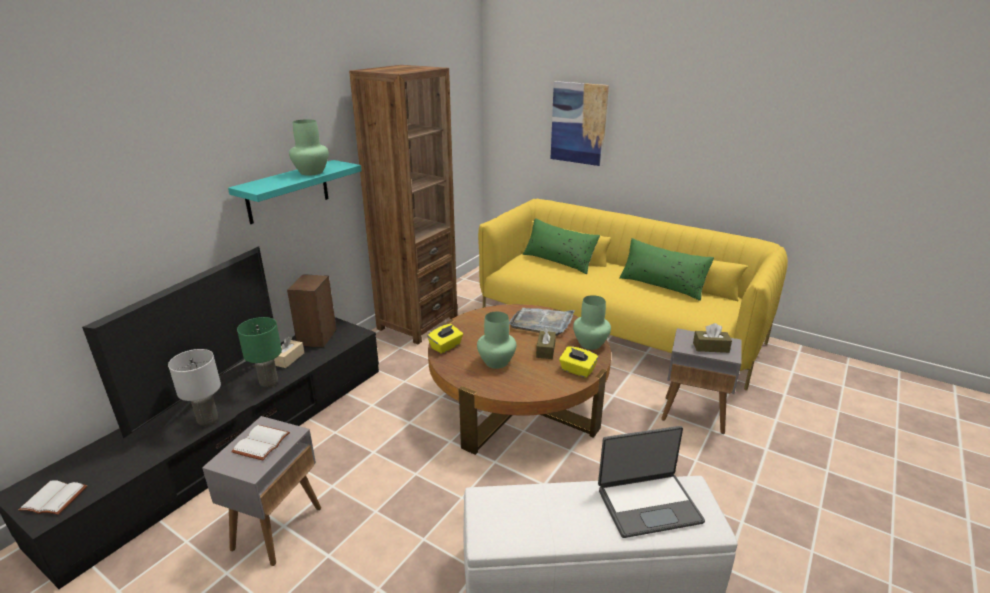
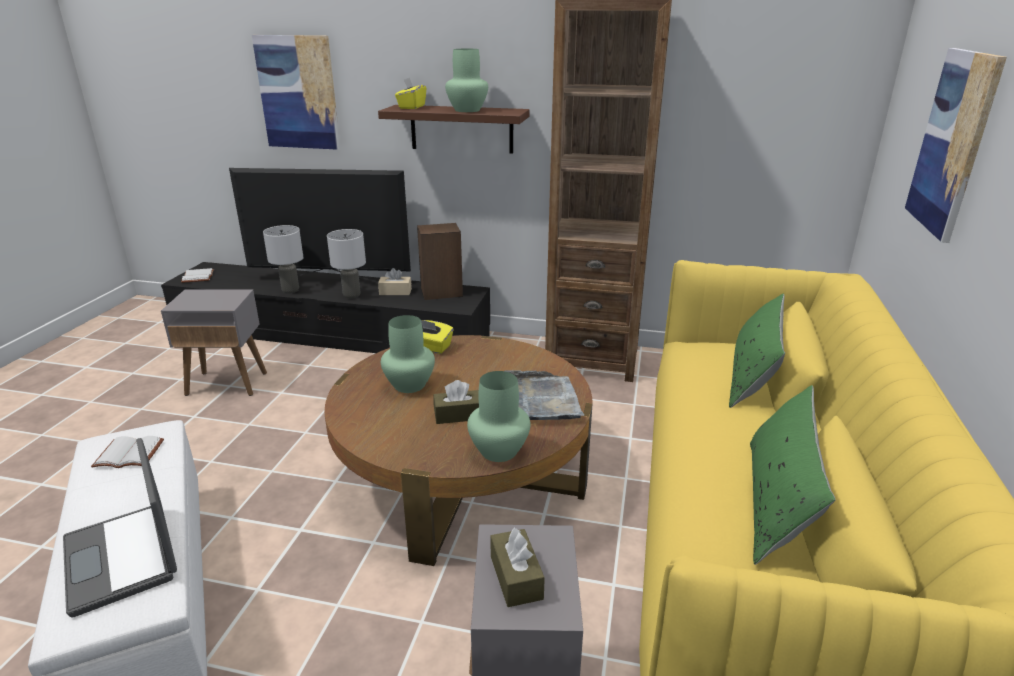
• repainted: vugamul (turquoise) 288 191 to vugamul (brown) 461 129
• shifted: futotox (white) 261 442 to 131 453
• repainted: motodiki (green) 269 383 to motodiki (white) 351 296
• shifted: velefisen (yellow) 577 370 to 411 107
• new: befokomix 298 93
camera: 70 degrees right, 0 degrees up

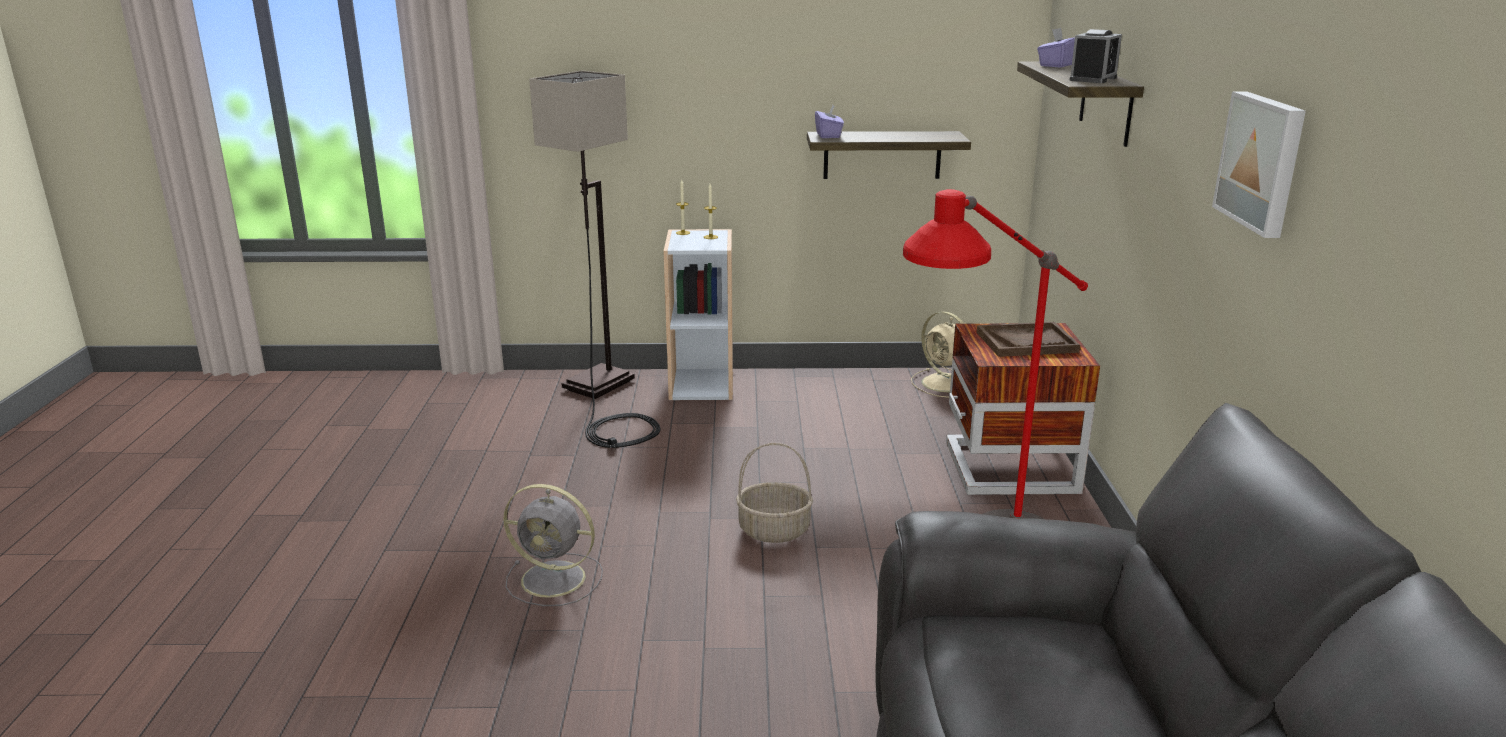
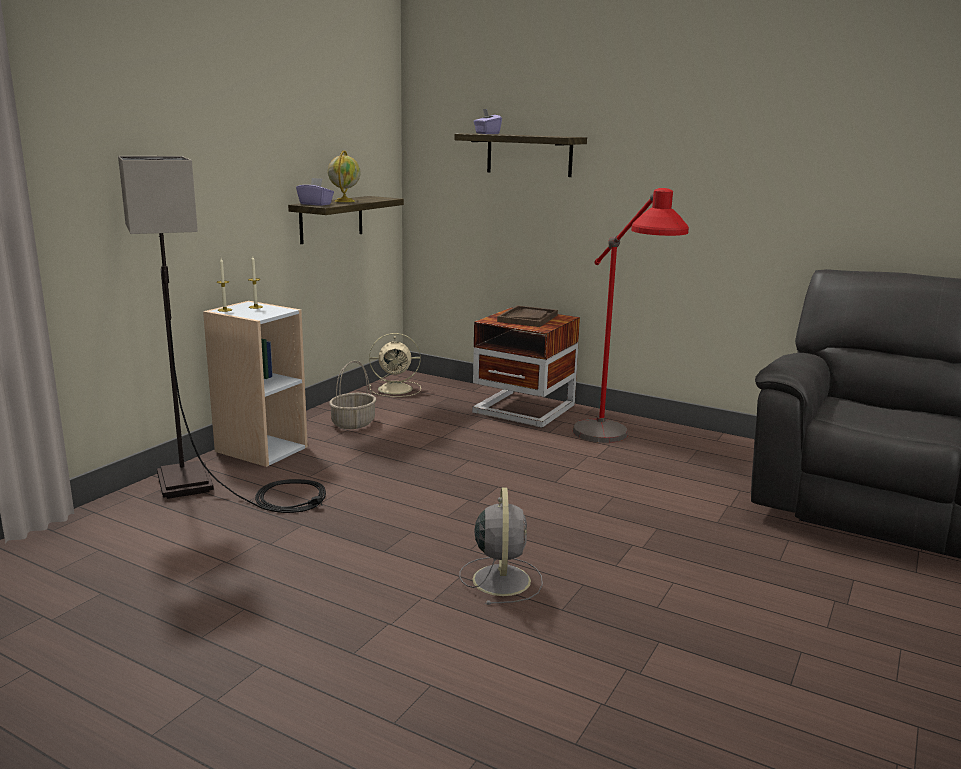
• rotated: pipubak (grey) 556 579 = 501 579 45 degrees counterclockwise
• shifted: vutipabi 773 531 to 353 423
• gone: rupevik 1093 79
• gone: befokomix 1262 162
• new: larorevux 344 201
camera: 60 degrees left, 5 degrees down

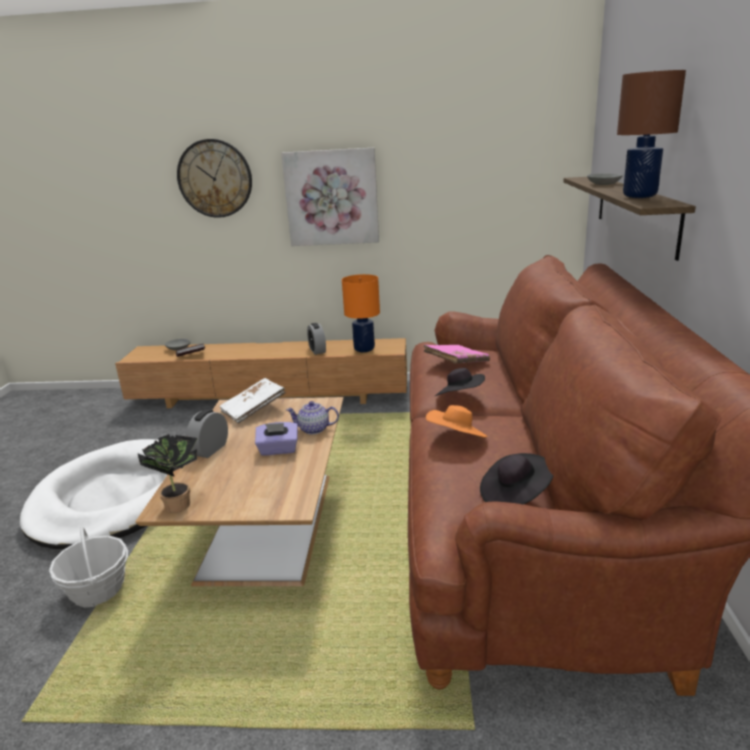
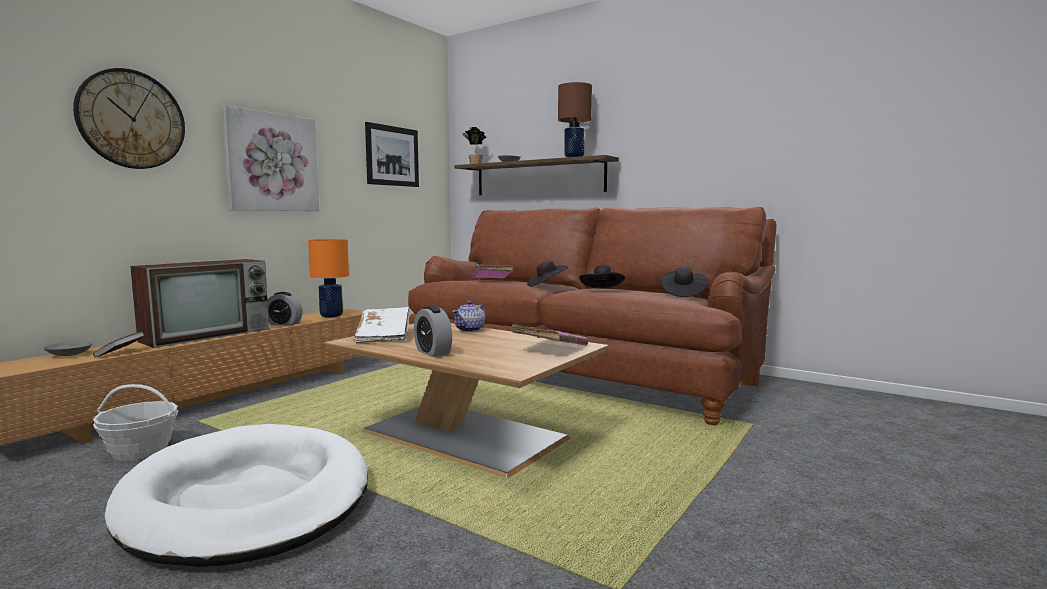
• shifted: vutipabi 98 590 to 140 451
• shifted: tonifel 179 503 to 474 164
• gone: velefisen (purple) 278 450
• repainted: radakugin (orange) 457 439 to radakugin (black) 602 291
• new: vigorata 209 335
• new: befokomix 392 156
• new: futotox (pink) 550 348
camera: 60 degrees left, 15 degrees down

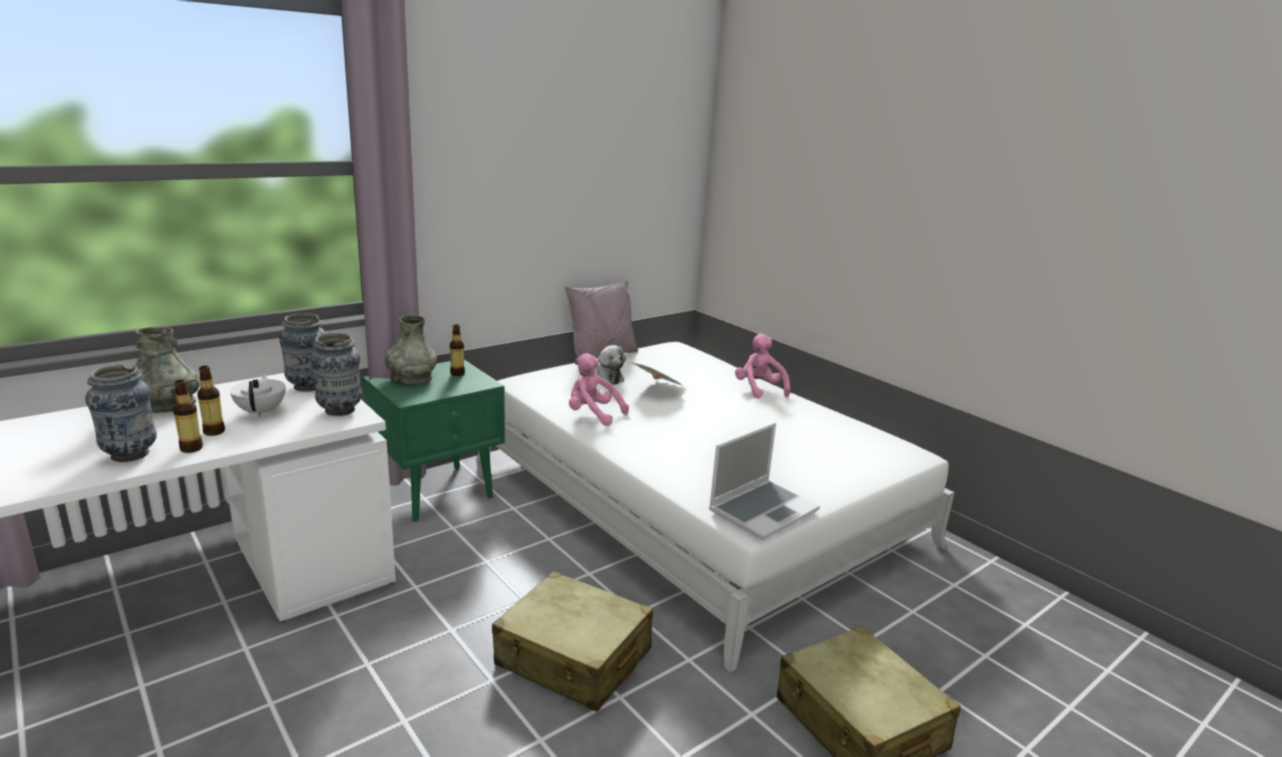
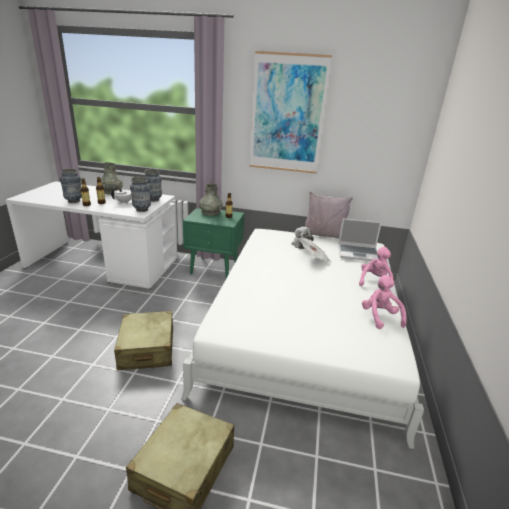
• shifted: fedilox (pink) 592 415 to 380 317
• shifted: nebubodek 763 510 to 358 253
• new: befokomix 287 115
camera: 50 degrees right, 5 degrees up

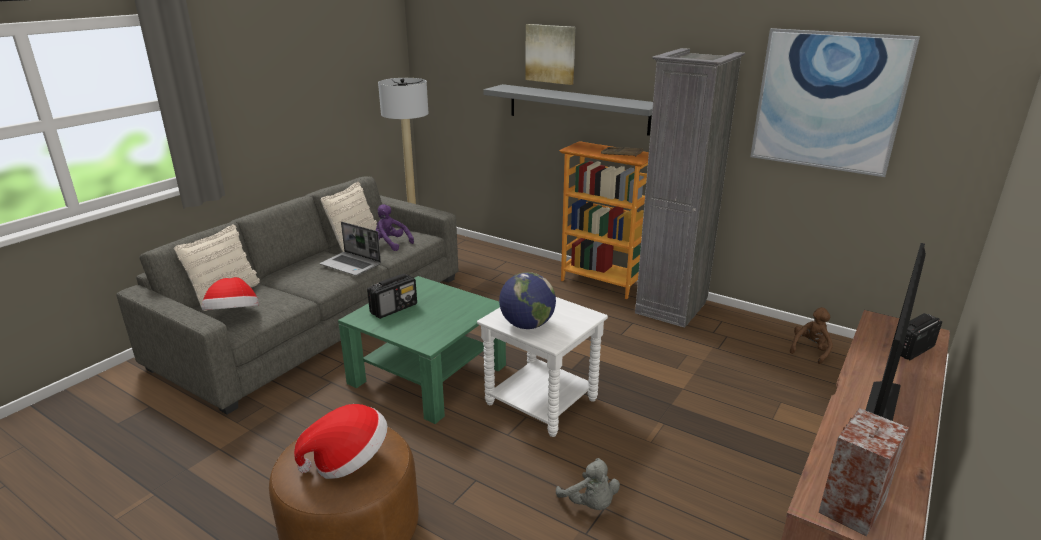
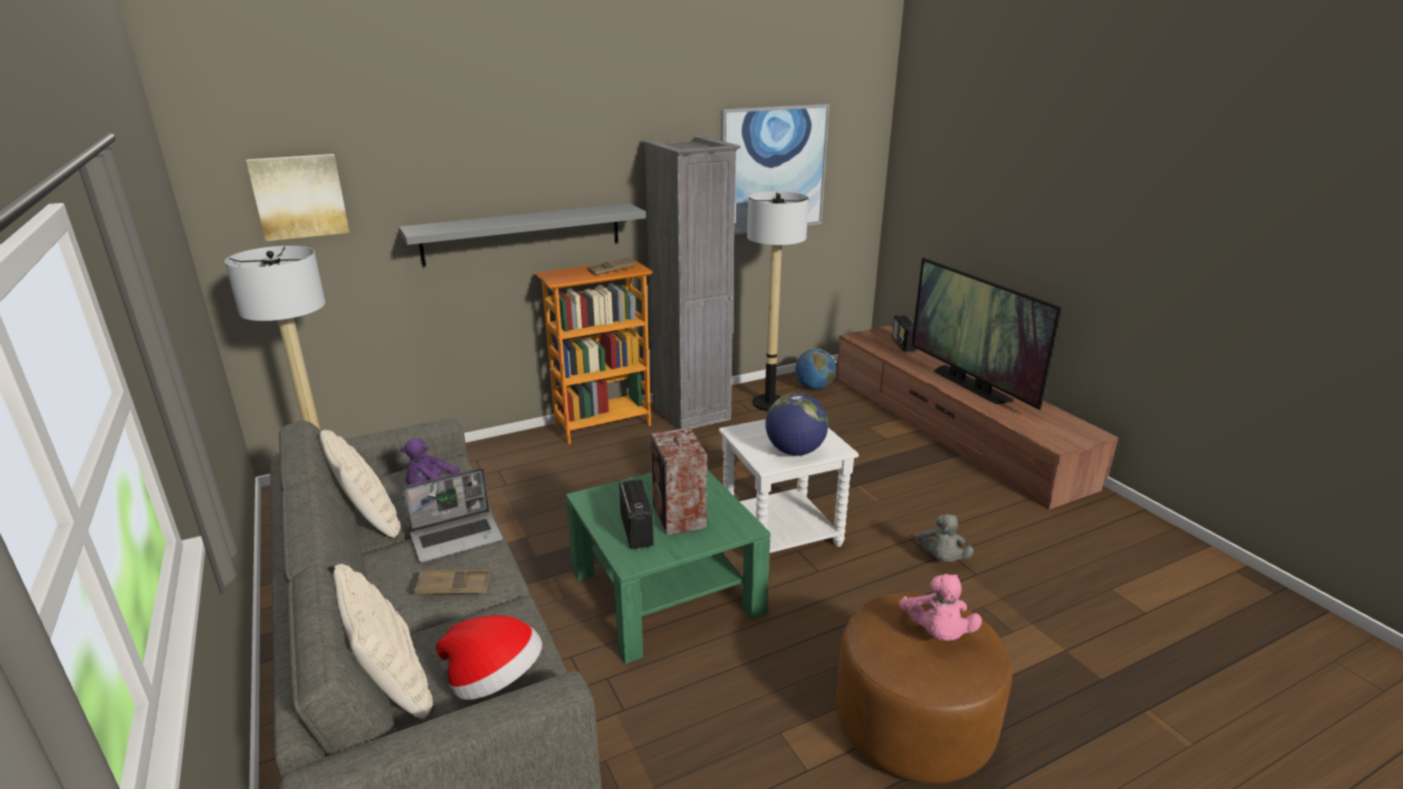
• swapped: radakugin 348 460 to fedilox (pink) 937 633
• shifted: befokomix 550 54 to 299 196
• rotated: fedilox (grey) 590 504 = 942 559 105 degrees clockwise
• swapped: fedilox (brown) 810 350 to larorevux 814 387
• shifted: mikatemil 850 507 to 678 518
• new: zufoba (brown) 454 587
• new: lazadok 769 403
camera: 60 degrees left, 0 degrees up

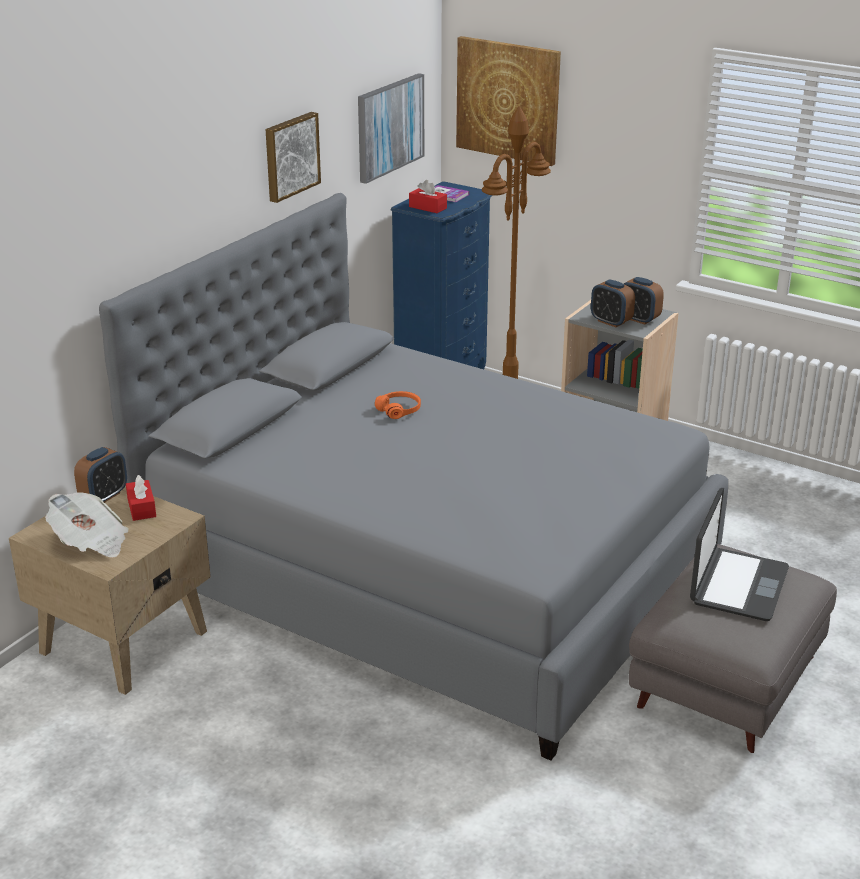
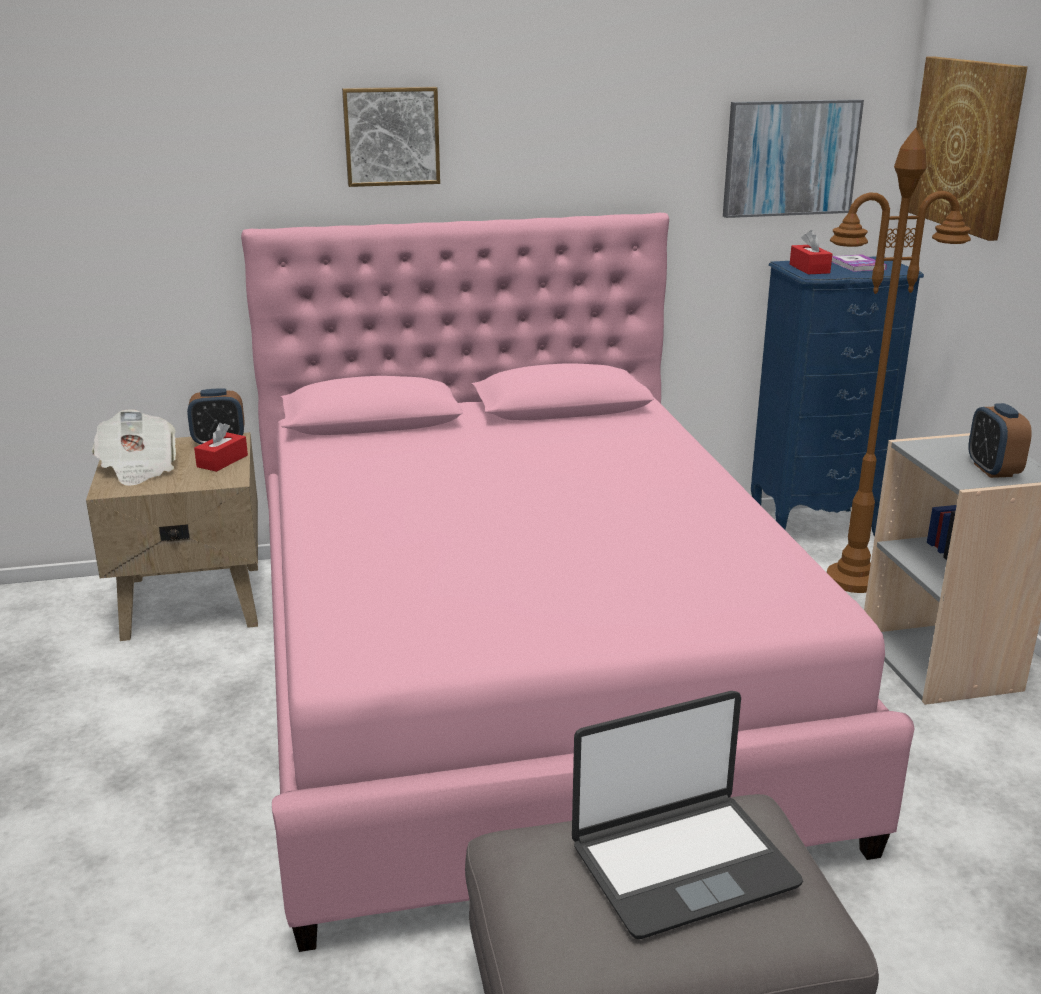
• repainted: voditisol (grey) 429 571 to voditisol (pink) 520 680
• shifted: befokomix 290 156 to 391 136
• gone: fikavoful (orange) 399 410
• gone: rupevik 611 322
camera: 45 degrees right, 5 degrees down

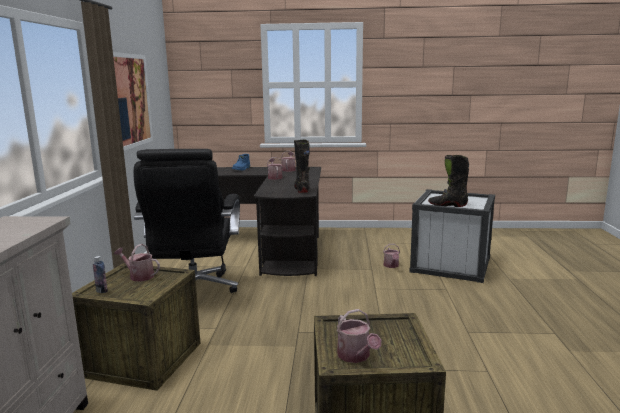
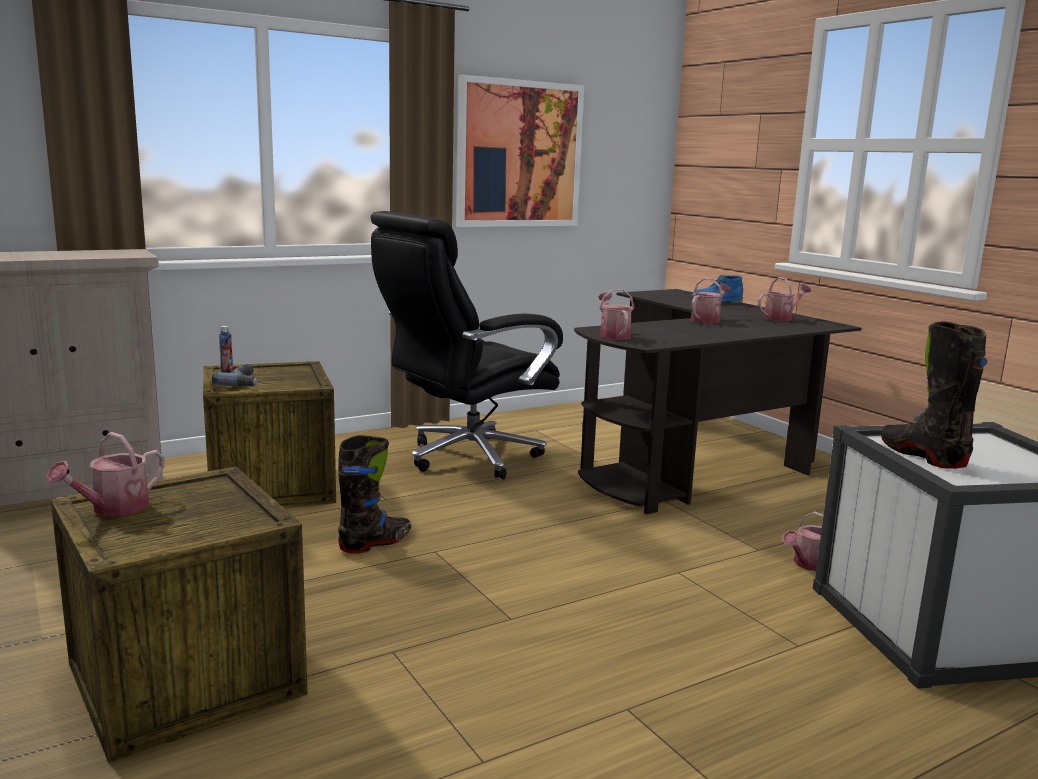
• shifted: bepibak 139 276 to 613 335
• shifted: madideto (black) 301 190 to 375 543
• new: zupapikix 245 382
camera: 55 degrees right, 0 degrees up

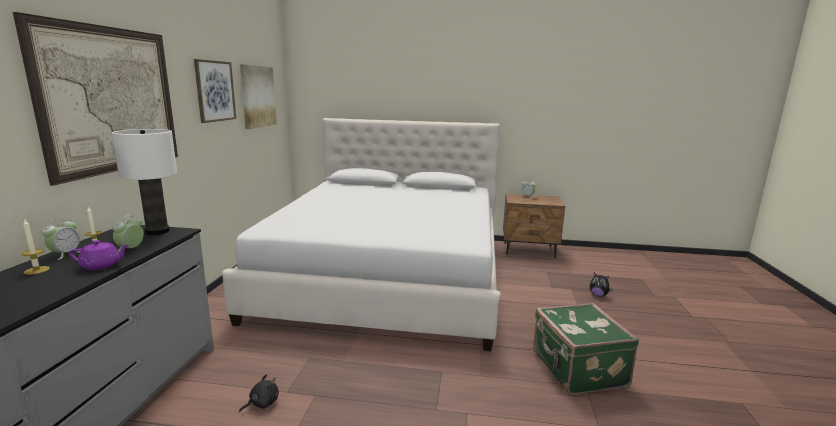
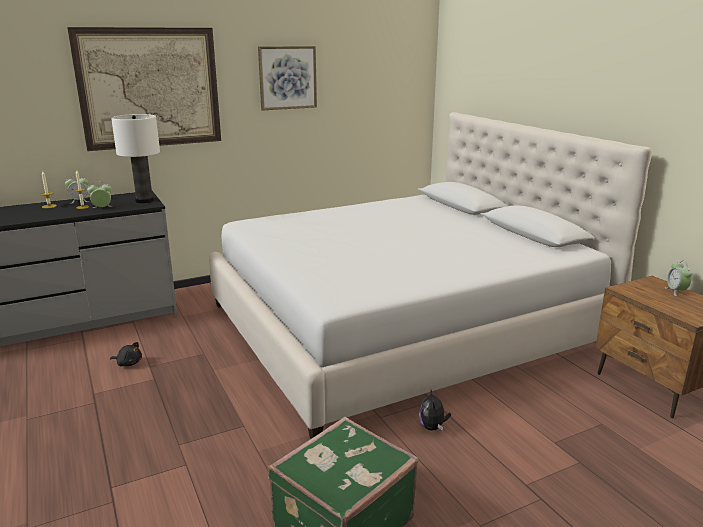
• gone: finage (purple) 102 265
• gone: befokomix 258 96
• shifted: fedilox 598 295 to 432 427
camera: 55 degrees right, 5 degrees up

